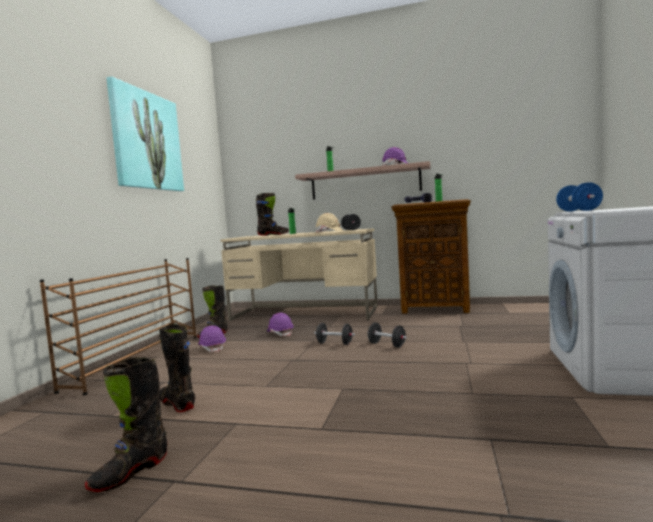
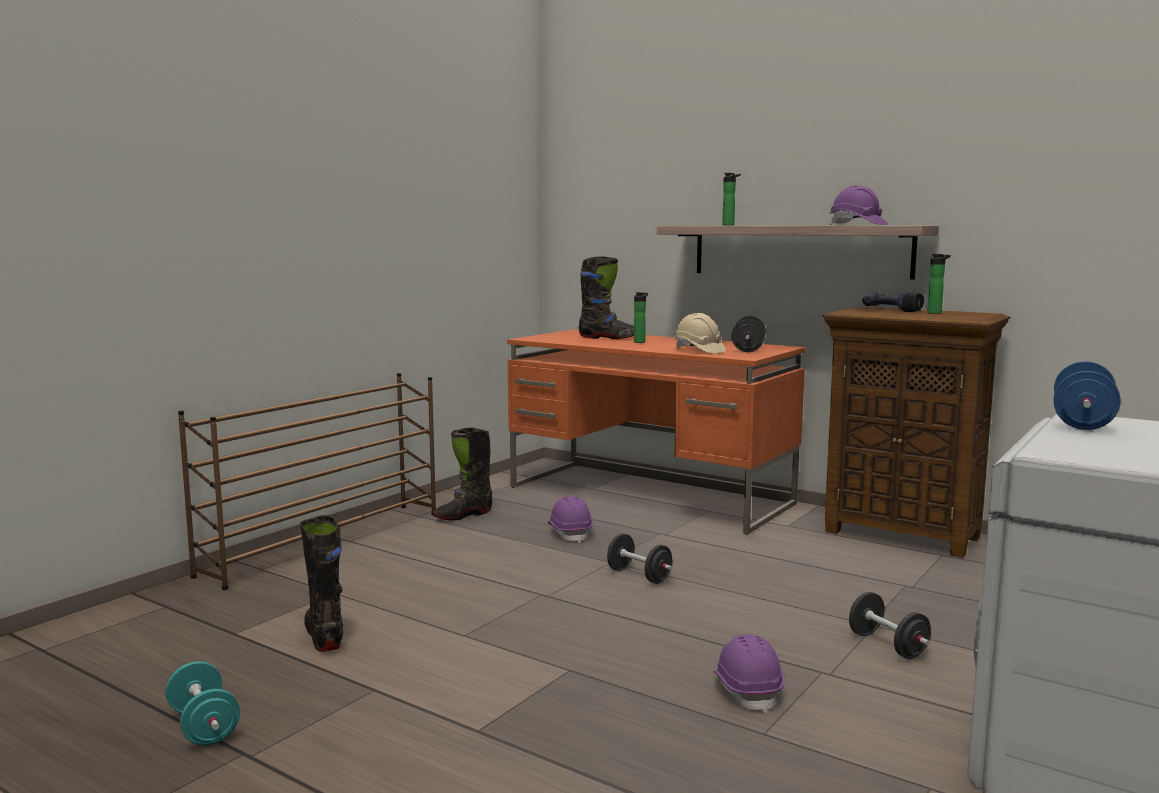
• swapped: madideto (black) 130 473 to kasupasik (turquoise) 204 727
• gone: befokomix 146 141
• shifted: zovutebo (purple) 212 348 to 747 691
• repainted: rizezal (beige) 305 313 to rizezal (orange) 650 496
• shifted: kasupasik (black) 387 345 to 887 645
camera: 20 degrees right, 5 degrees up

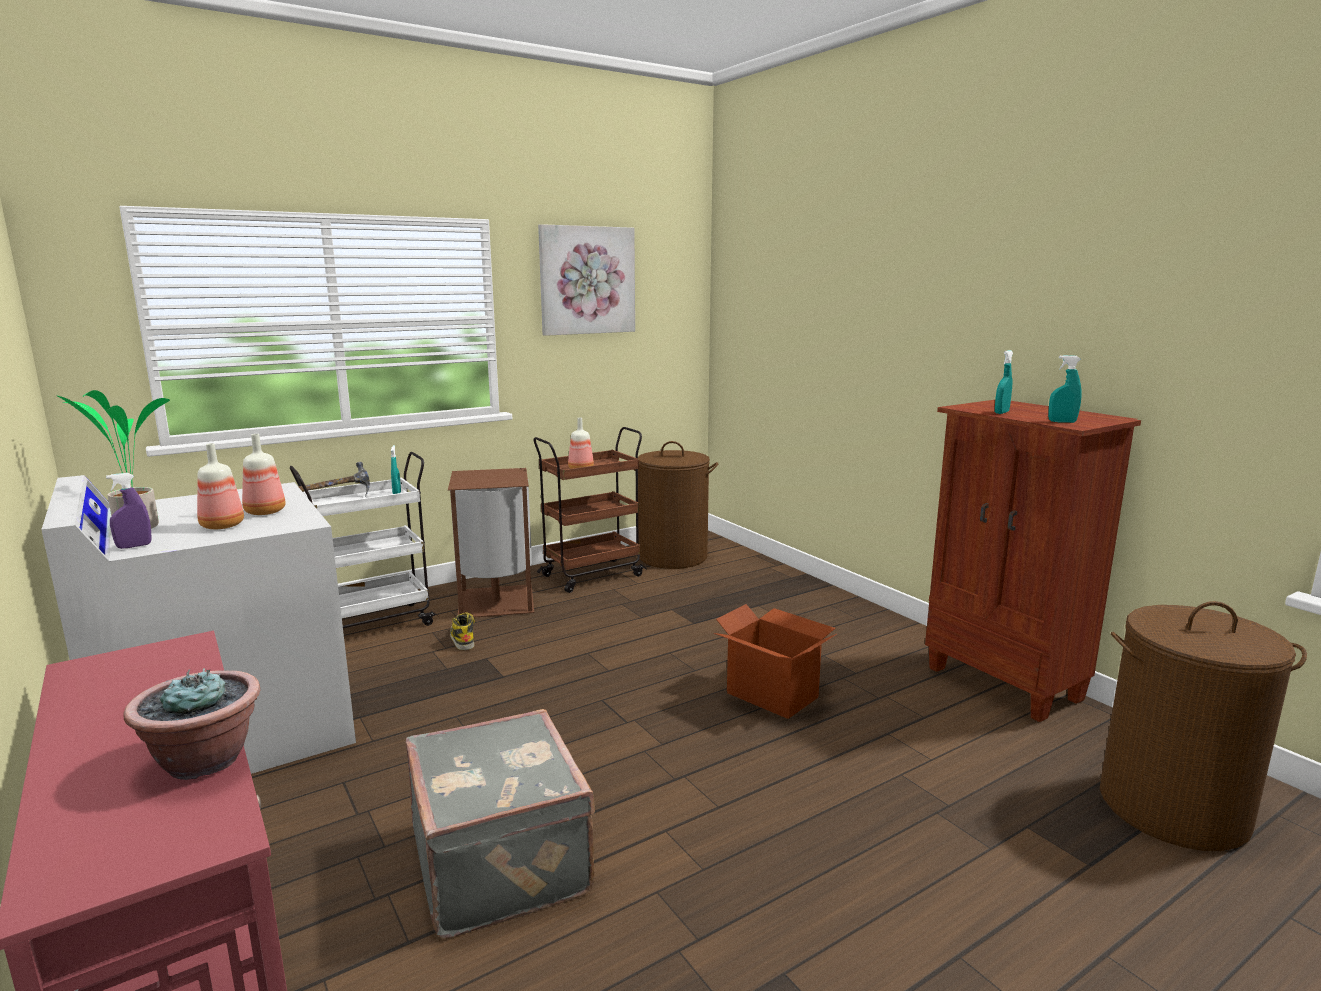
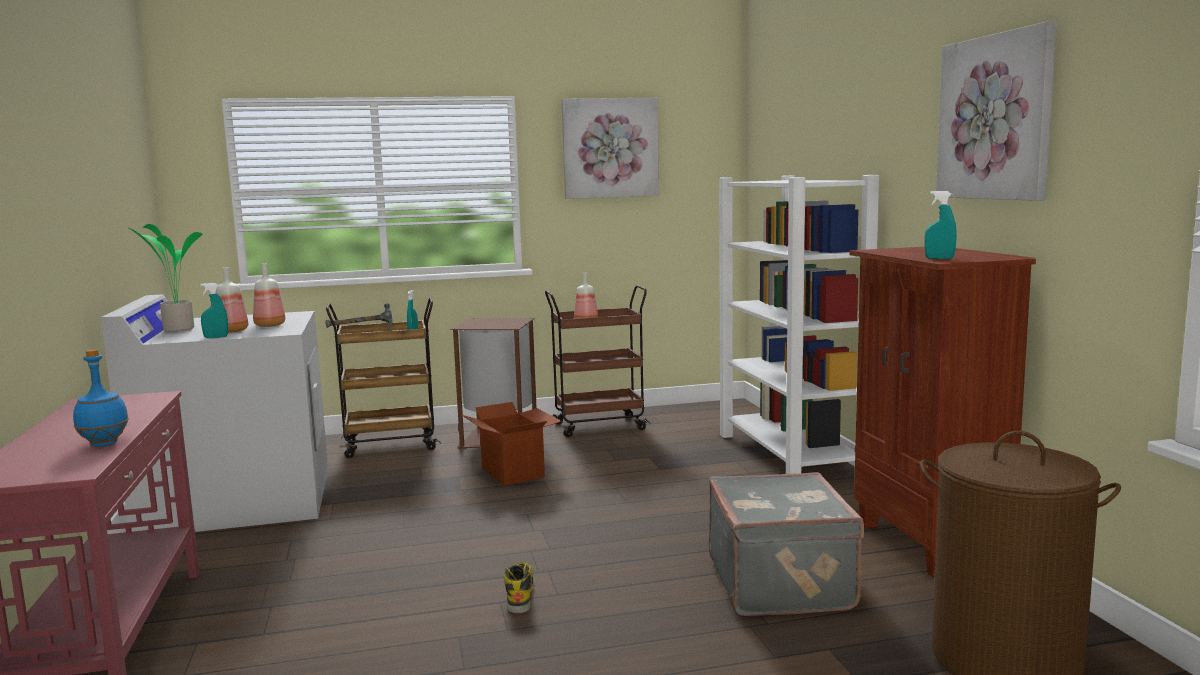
• gone: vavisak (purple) 134 546
• swapped: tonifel 204 760 to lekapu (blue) 104 444
• repainted: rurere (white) 376 624 to rurere (brown) 391 446
• shifted: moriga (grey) 503 861 to 782 583
• shifted: madideto 462 638 to 520 596
• gone: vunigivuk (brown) 673 556
• shifted: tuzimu 772 694 to 513 472
• shifted: vavisak (turquoise) 1001 413 to 216 337
• new: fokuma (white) 789 456
• new: befokomix 996 117
camera: 20 degrees right, 5 degrees down

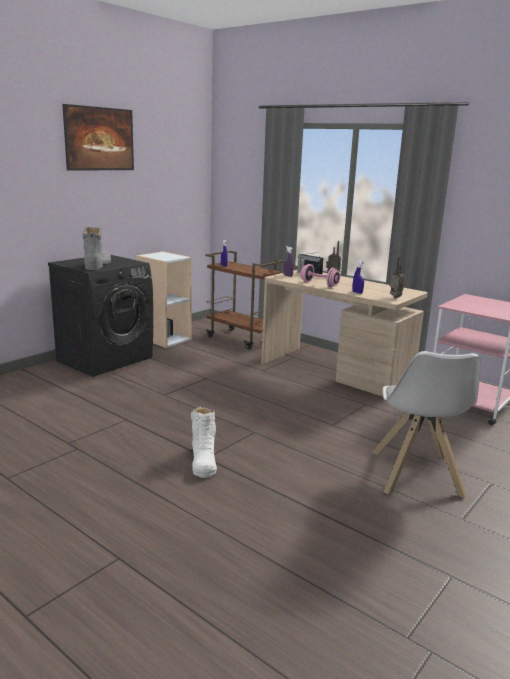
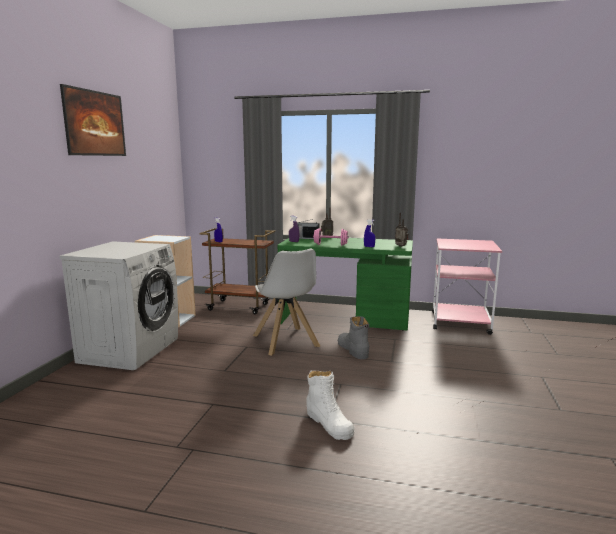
• repainted: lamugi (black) 105 361 to lamugi (white) 130 352
• shifted: madideto (grey) 97 265 to 352 350
• repainted: rizezal (beige) 336 372 to rizezal (green) 345 319
• shifted: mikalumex 416 475 to 286 342
camera: 25 degrees left, 5 degrees down

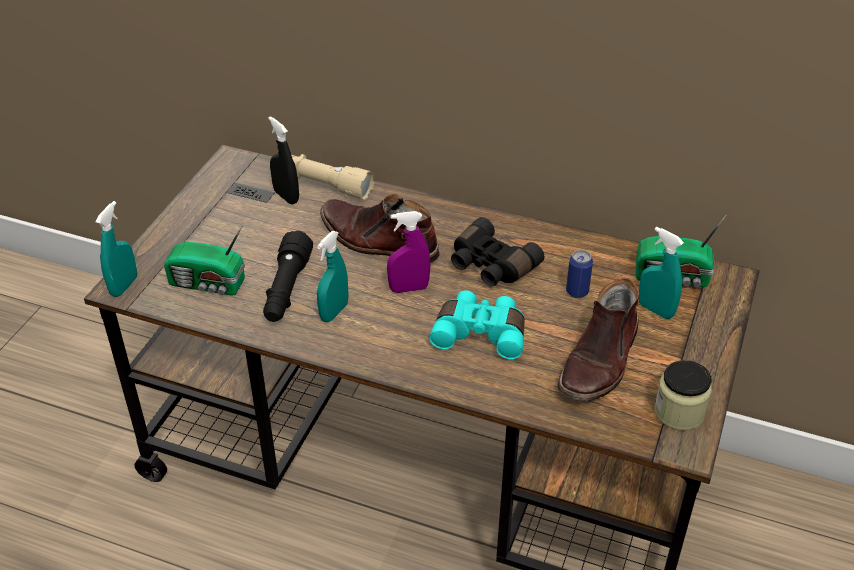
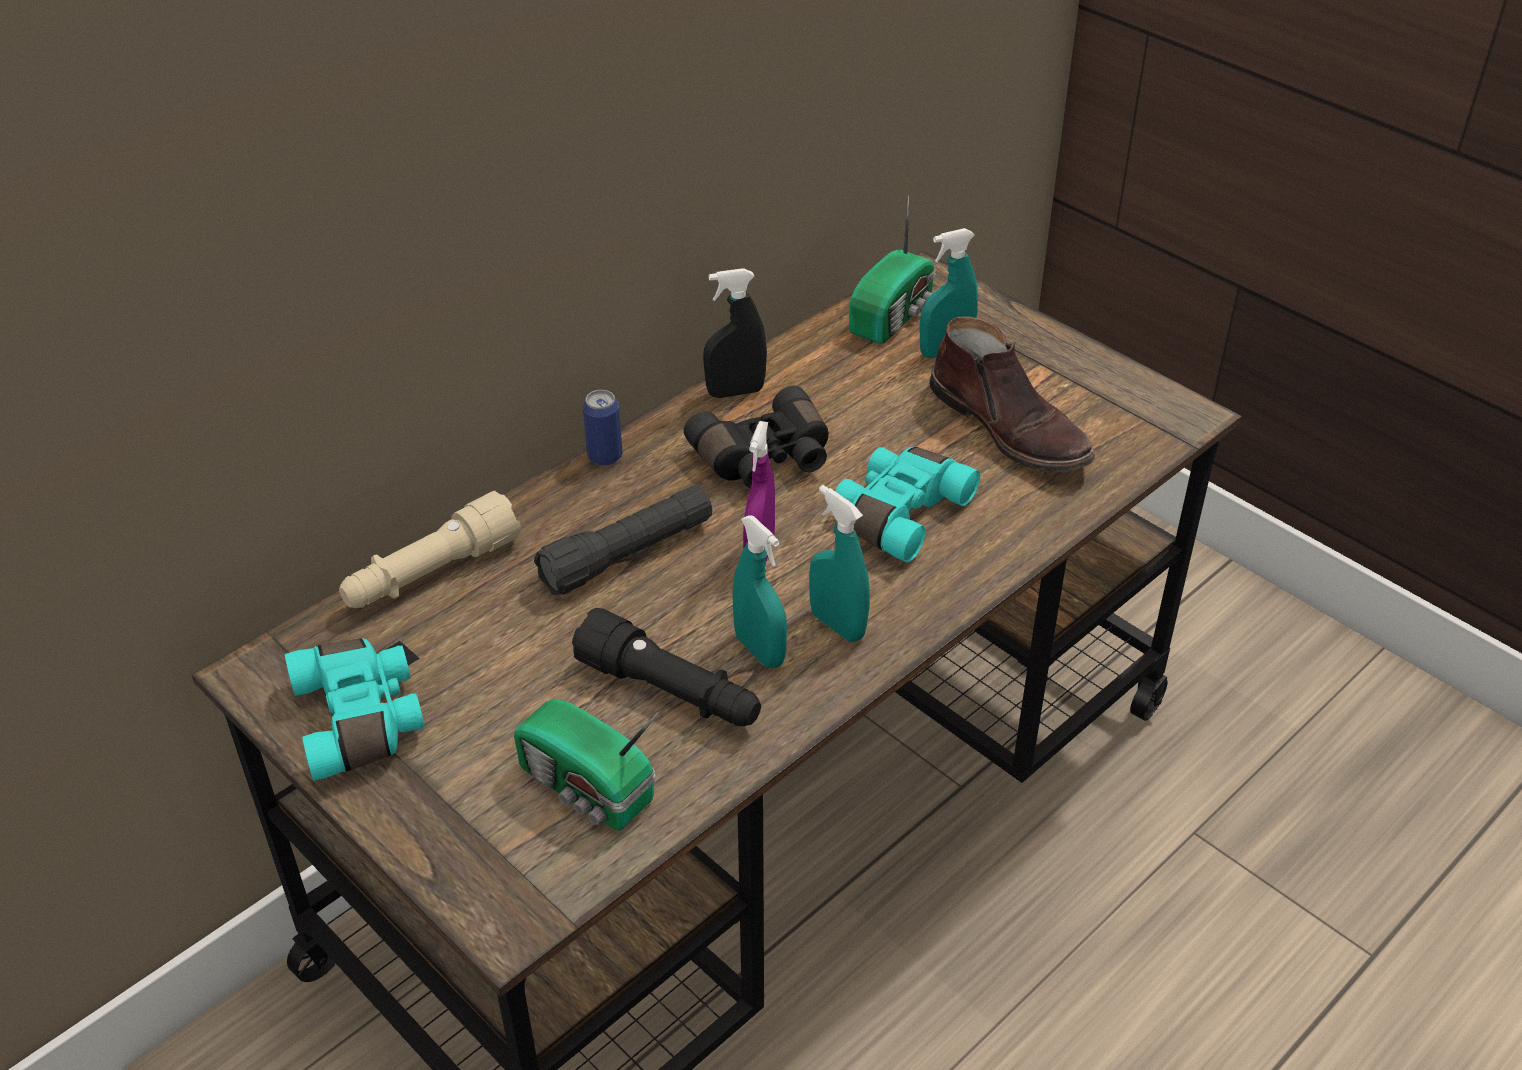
• shifted: vavisak (turquoise) 124 286 to 837 625
• rotated: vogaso 209 284 = 587 789 90 degrees clockwise
• shifted: vavisak (black) 286 196 to 735 392
• swapped: madideto (brown) 377 242 to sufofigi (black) 627 555
• shifted: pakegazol 577 291 to 605 456
• gone: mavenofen 679 412
• new: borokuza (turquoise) 362 719
camera: 65 degrees left, 0 degrees up

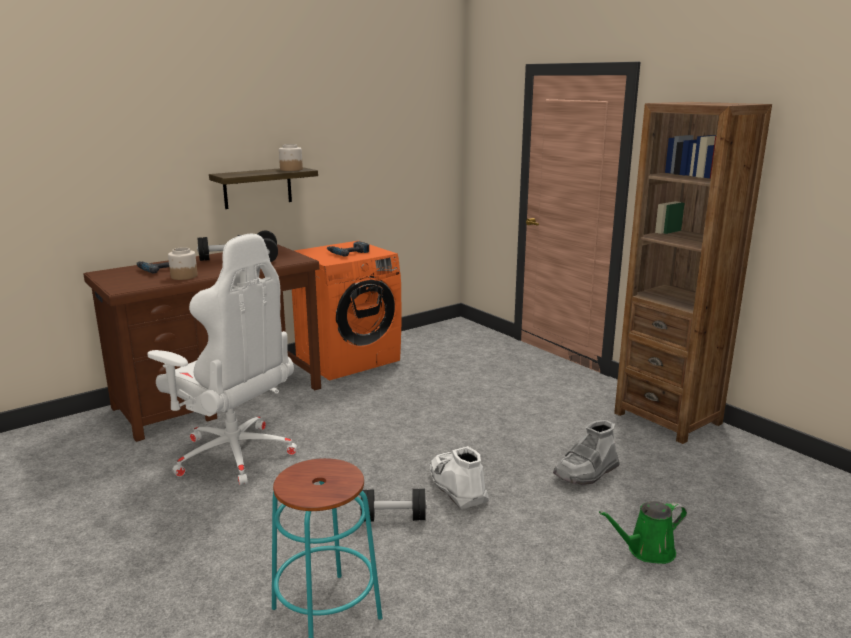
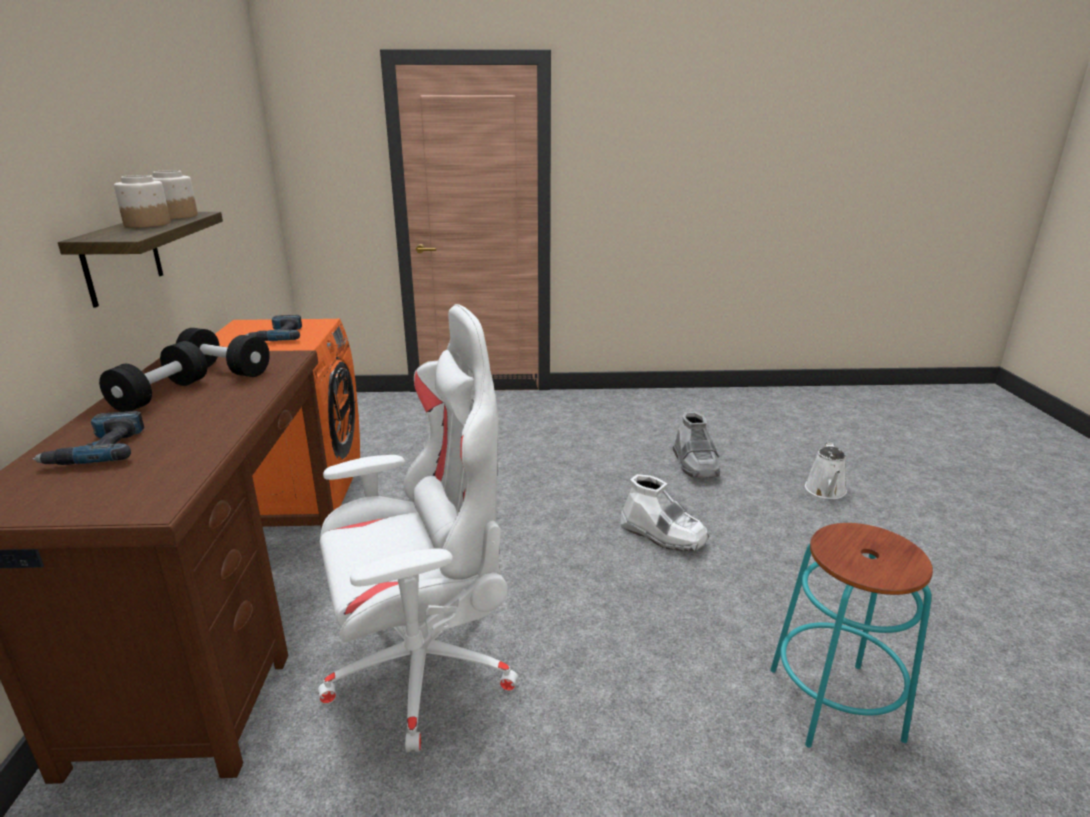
• shifted: mavenofen 183 276 to 147 224
• gone: kasupasik (black) 393 518
• rotated: madideto (white) 457 487 = 663 535 150 degrees counterclockwise
• repainted: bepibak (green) 647 551 to bepibak (white) 825 491
• gone: fokuma (brown) 667 418
camera: 55 degrees left, 5 degrees up

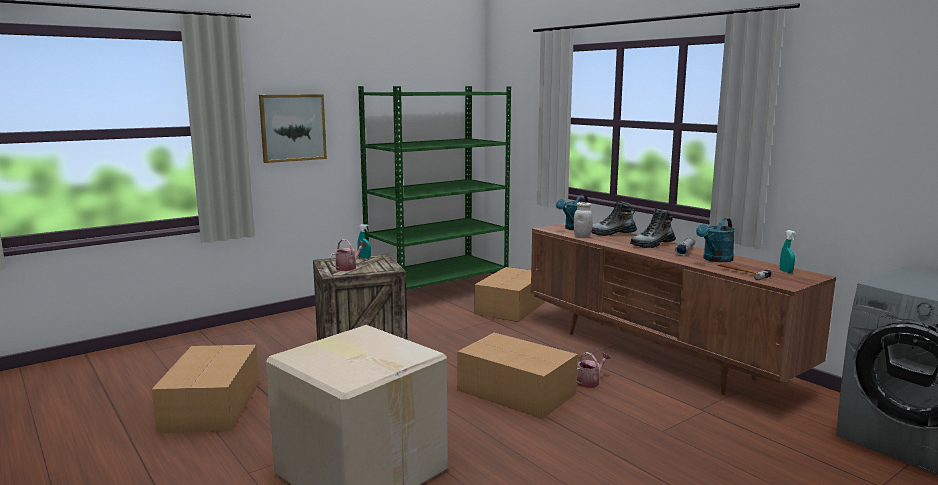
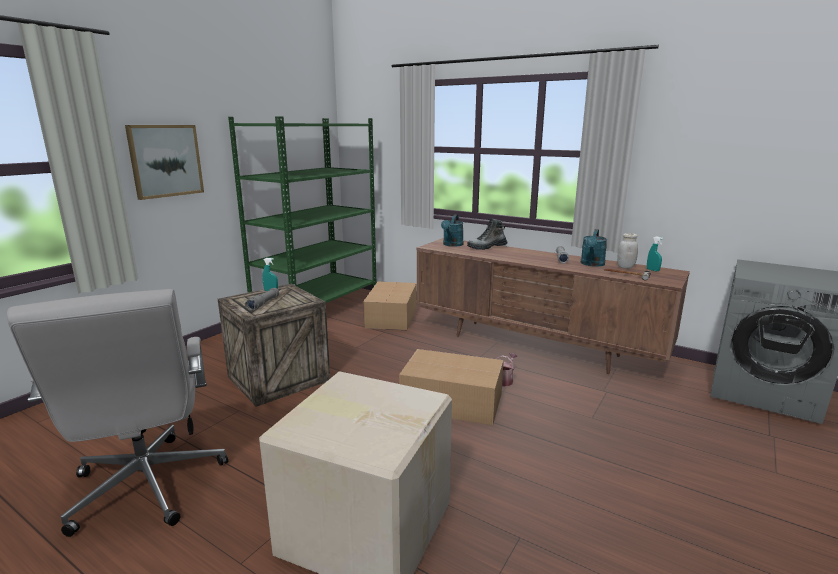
• swapped: tuzimu 210 407 to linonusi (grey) 147 483
• swapped: bepibak 348 267 to sufofigi (grey) 263 304
• shifted: mavenofen (white) 582 237 to 625 267
• gone: madideto 652 245
camera: 20 degrees left, 5 degrees up

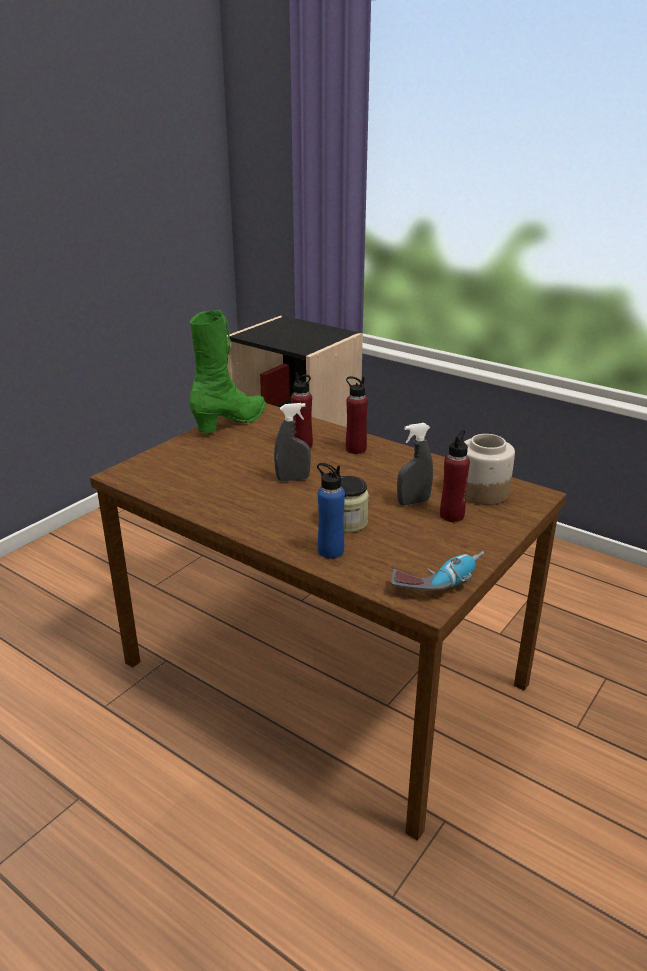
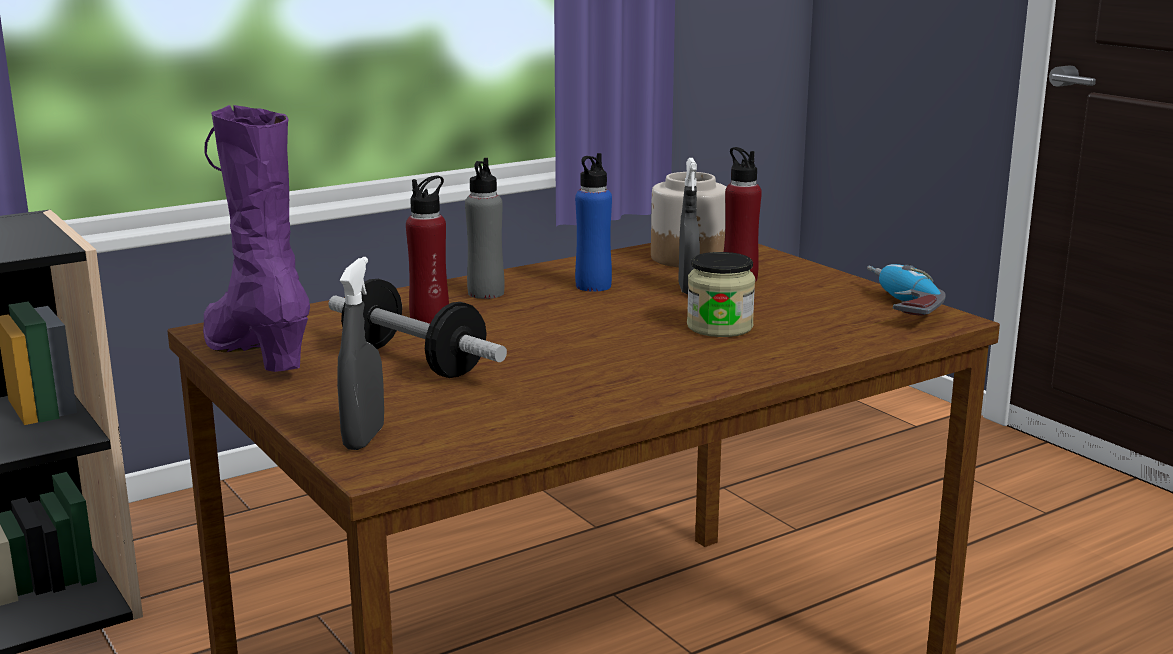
• repainted: madideto (green) 232 422 to madideto (purple) 256 354
• shifted: vavisak (grey) 293 479 to 364 438
• shifted: lekapu (blue) 330 551 to 593 286
• repainted: lekapu (red) 355 449 to lekapu (grey) 485 293
• new: kasupasik 414 362
camera: 70 degrees left, 10 degrees down

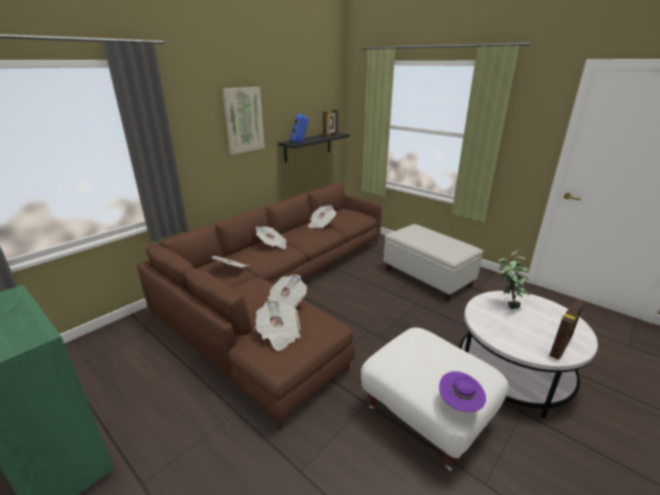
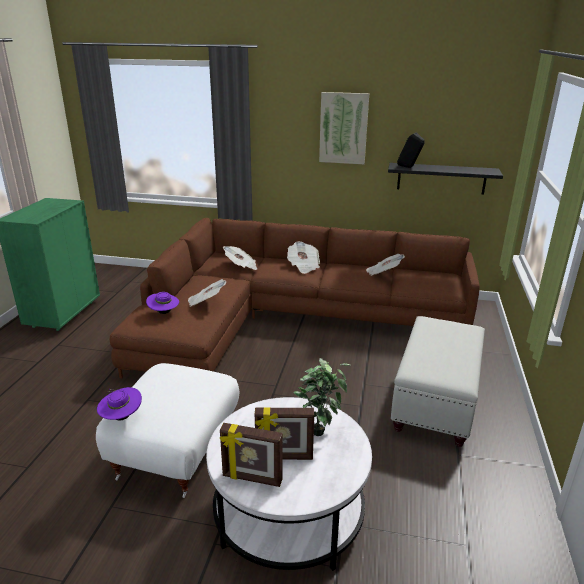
• swapped: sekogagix 279 334 to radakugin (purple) 164 313
• repainted: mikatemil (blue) 300 142 to mikatemil (black) 409 167
• shifted: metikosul 330 135 to 284 457
camera: 60 degrees right, 0 degrees up

